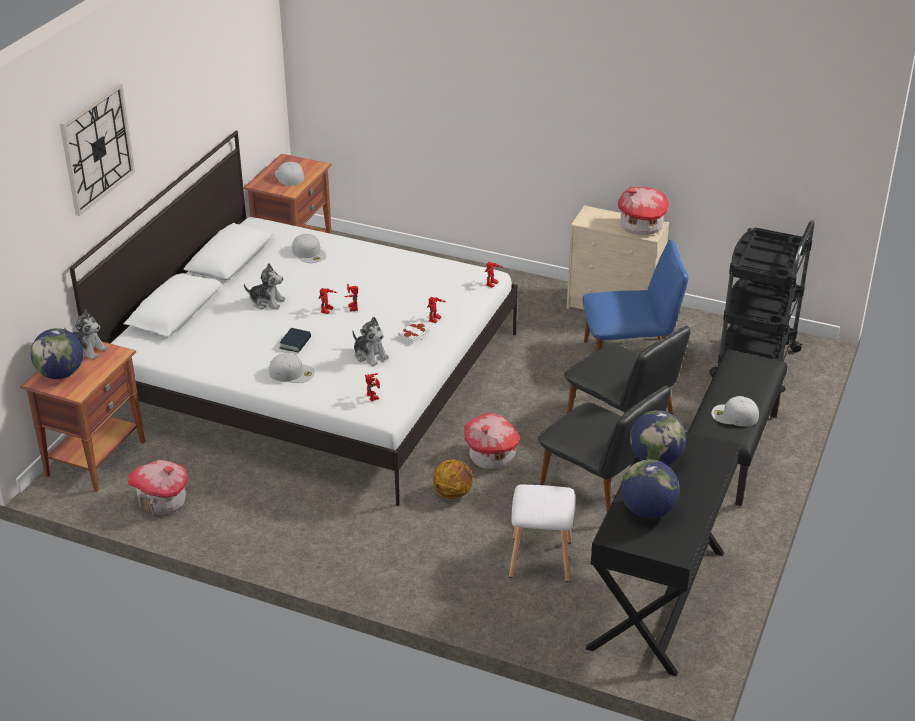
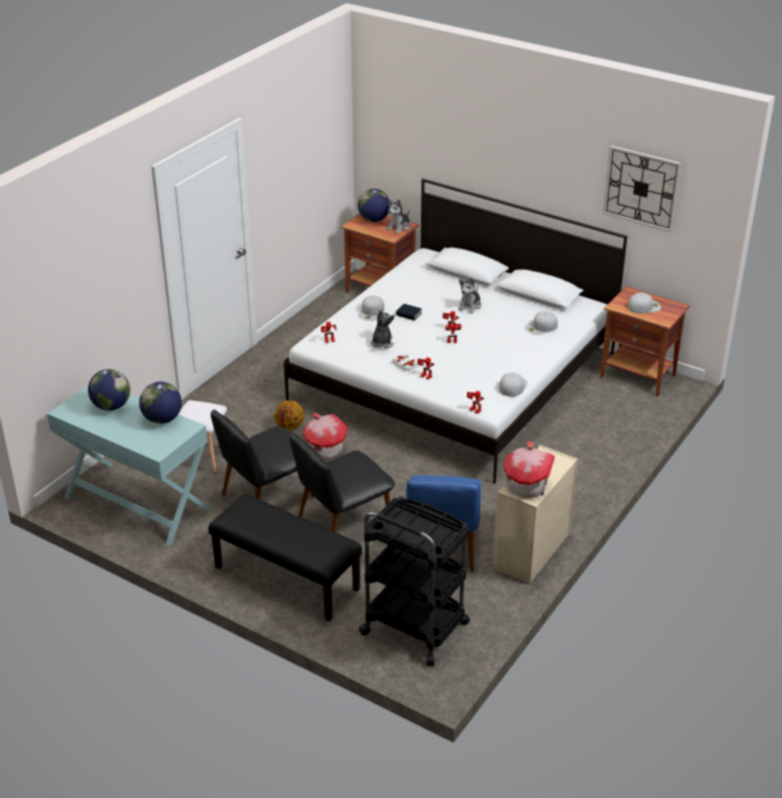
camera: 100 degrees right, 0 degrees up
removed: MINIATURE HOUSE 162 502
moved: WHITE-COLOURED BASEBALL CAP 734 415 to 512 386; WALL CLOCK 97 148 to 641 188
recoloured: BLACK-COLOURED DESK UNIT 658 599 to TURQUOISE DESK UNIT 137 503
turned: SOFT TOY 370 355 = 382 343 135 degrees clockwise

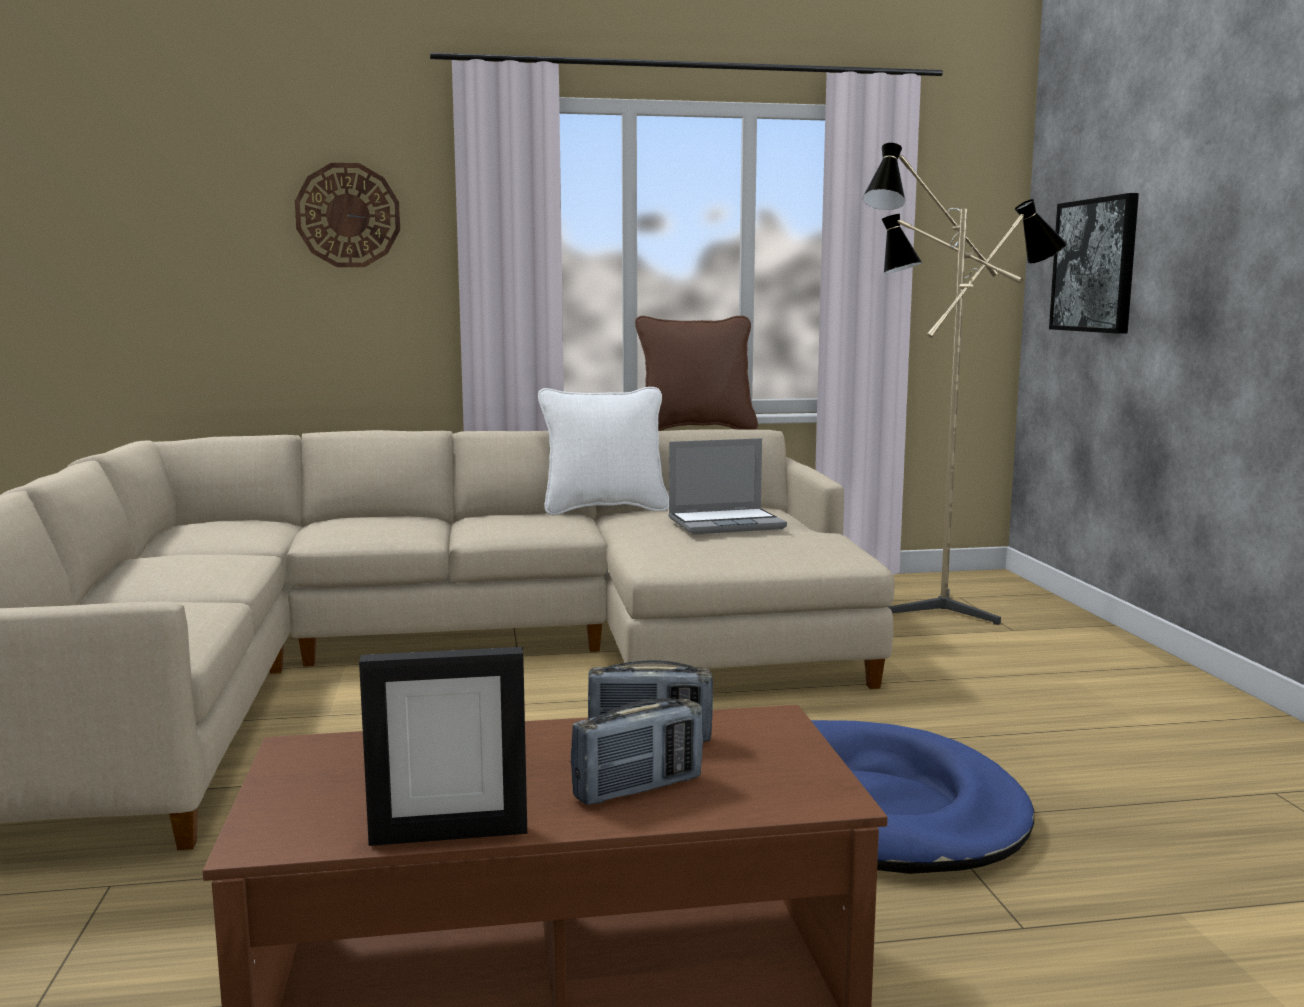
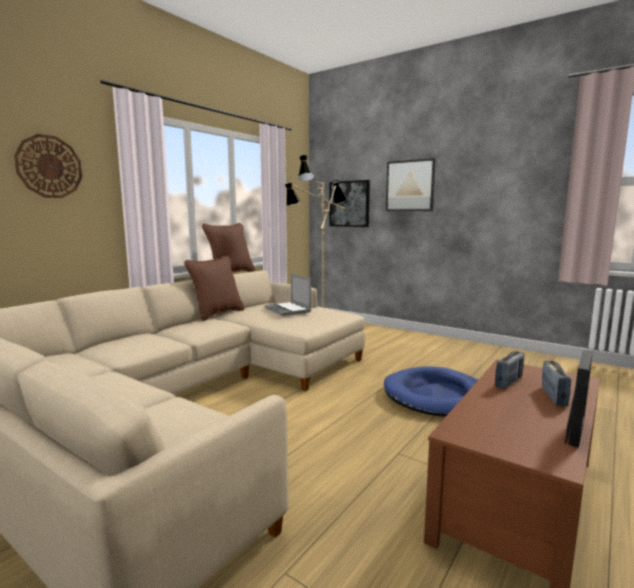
camera: 45 degrees left, 0 degrees up
added: WALL PICTURE 410 186
recoloured: WHITE-COLOURED CUSHION 604 509 to BROWN CUSHION 217 314
turned: PORTABLE COMPUTER 727 524 = 288 310 120 degrees clockwise

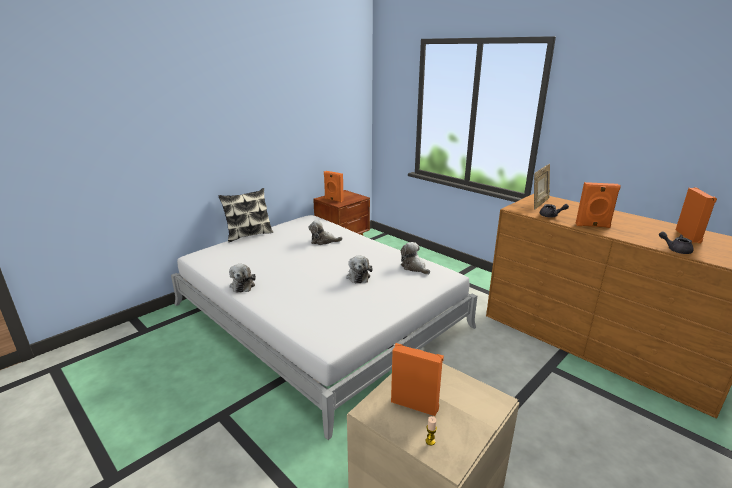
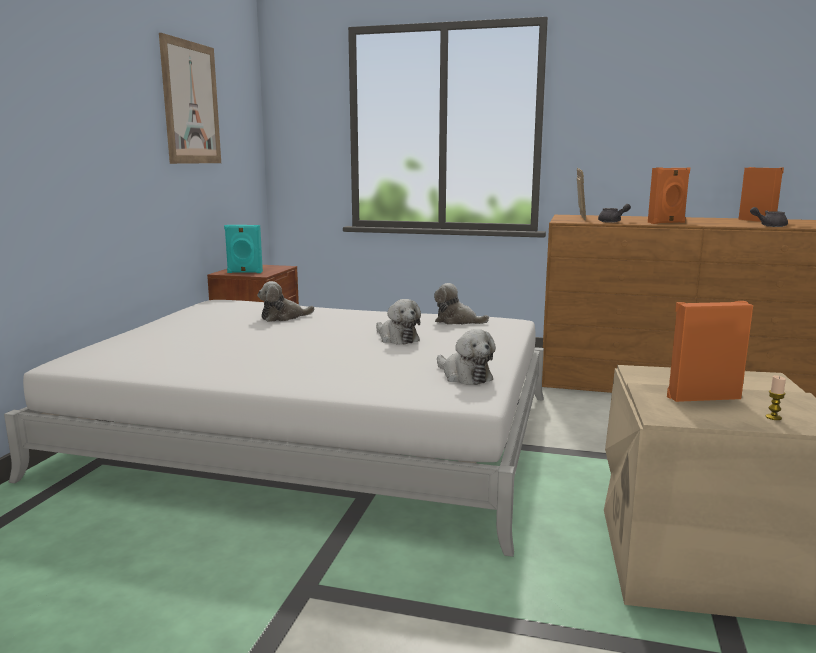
camera: 30 degrees left, 10 degrees down
removed: CUSHION 249 235
added: WALL PICTURE 191 103
moved: SOFT TOY 243 285 to 464 376
recoloured: ORANGE-COLOURED SPEAKER 333 200 to TURQUOISE SPEAKER 244 272

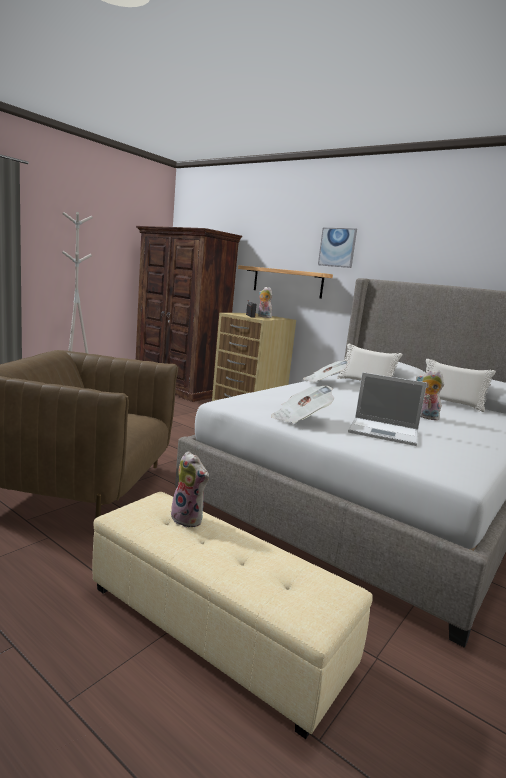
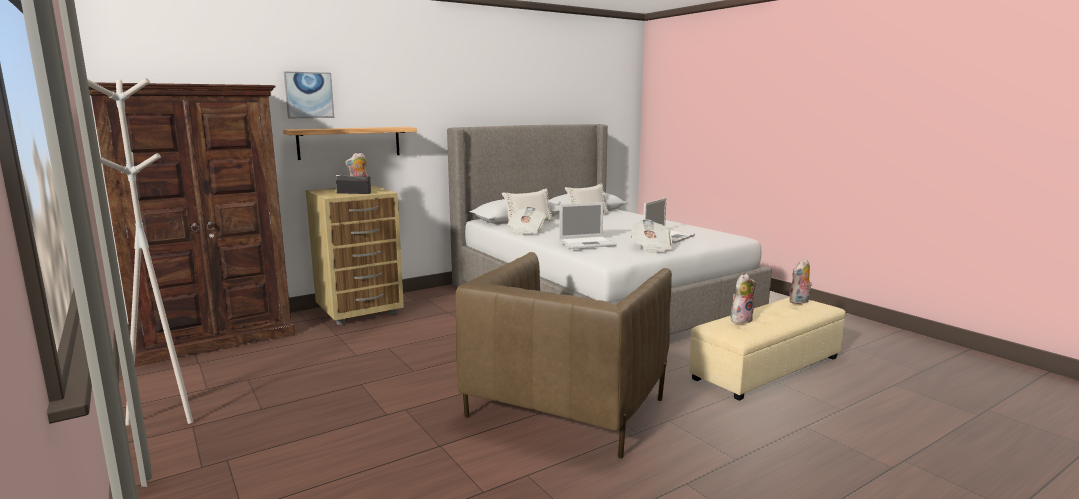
camera: 70 degrees left, 0 degrees up
added: PORTABLE COMPUTER 588 243
moved: WALL PICTURE 337 247 to 309 95; SOFT TOY 424 417 to 799 302

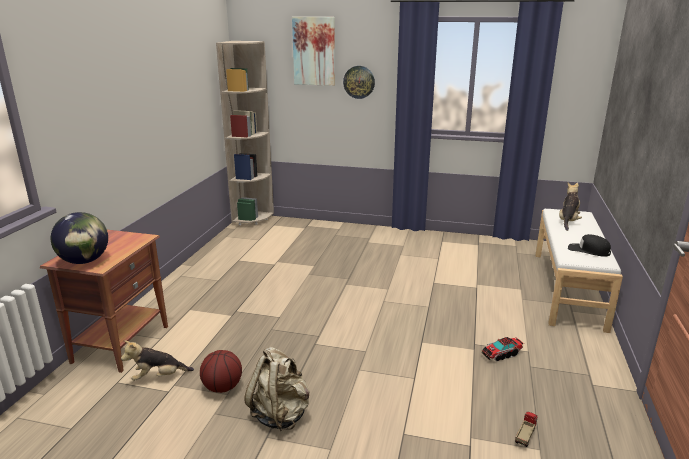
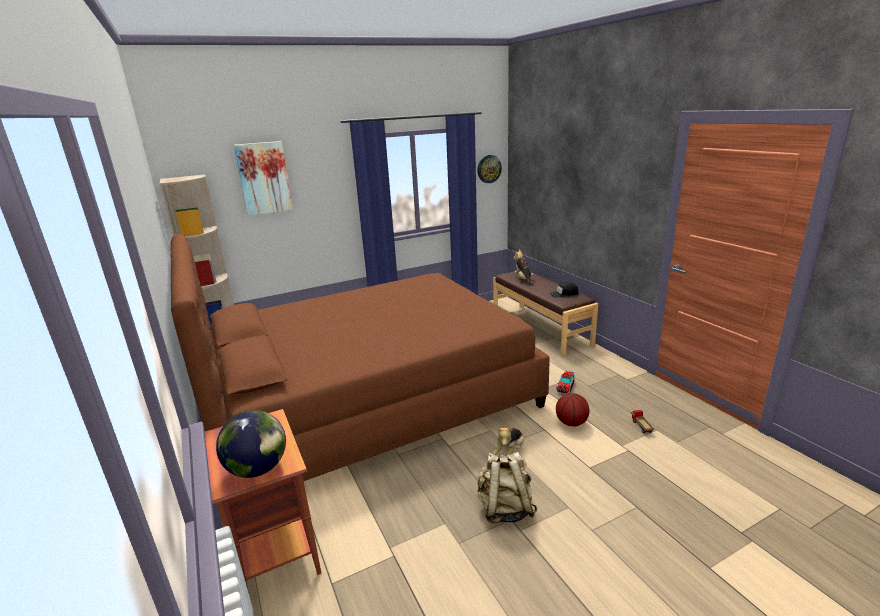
camera: 40 degrees left, 0 degrees up
added: BROWN BEDROOM BED 369 400
moved: WALL CLOCK 359 82 to 489 169; SOFT TOY 158 377 to 509 452; BALL FOR BASKETBALL 223 387 to 571 423
recoloured: WHITE-COLOURED BENCH 568 289 to BROWN BENCH 540 328

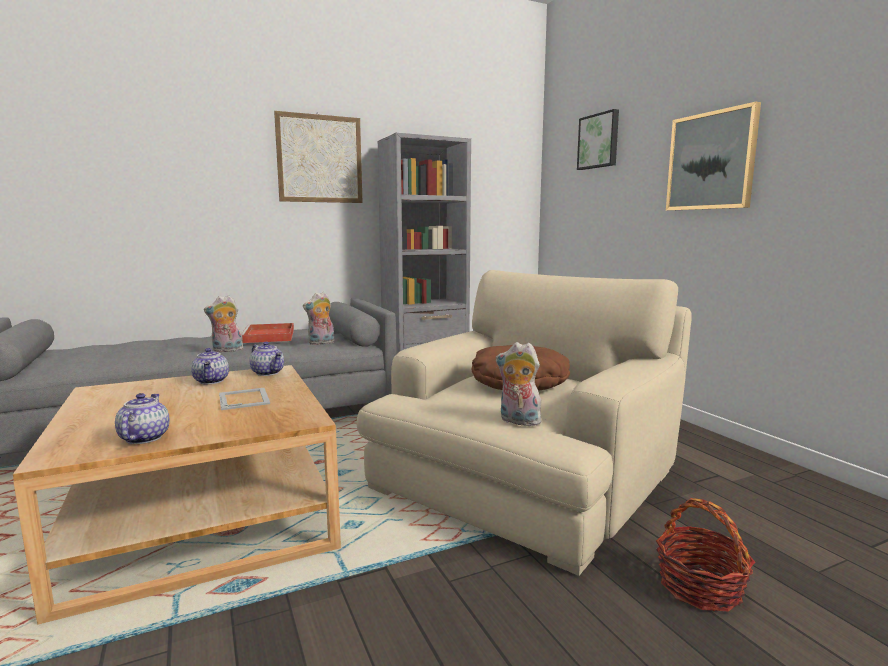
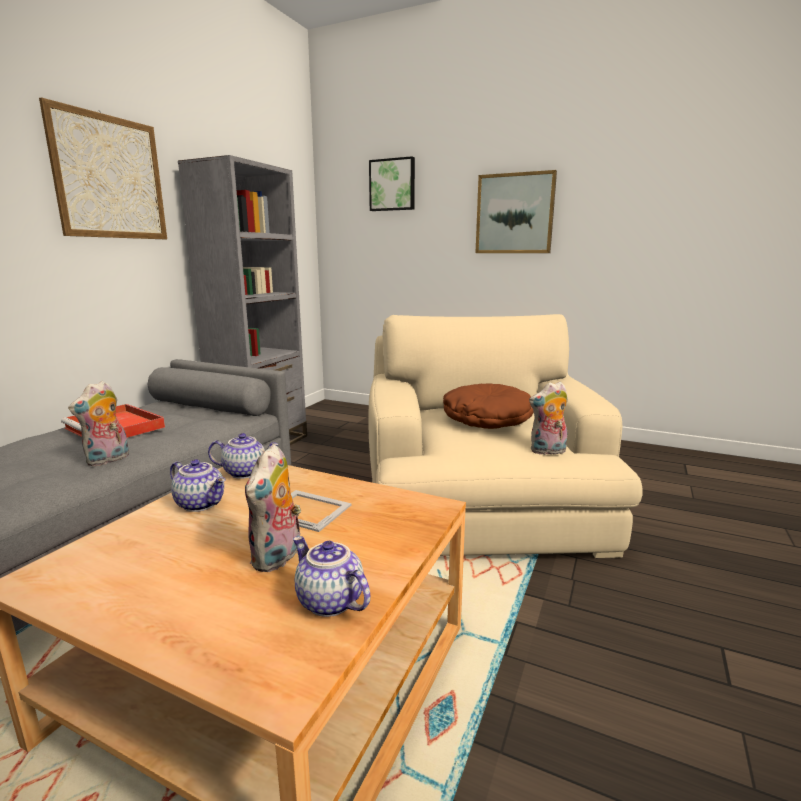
camera: 40 degrees left, 5 degrees up
removed: BASKET 700 587
moved: SOFT TOY 321 343 to 278 558

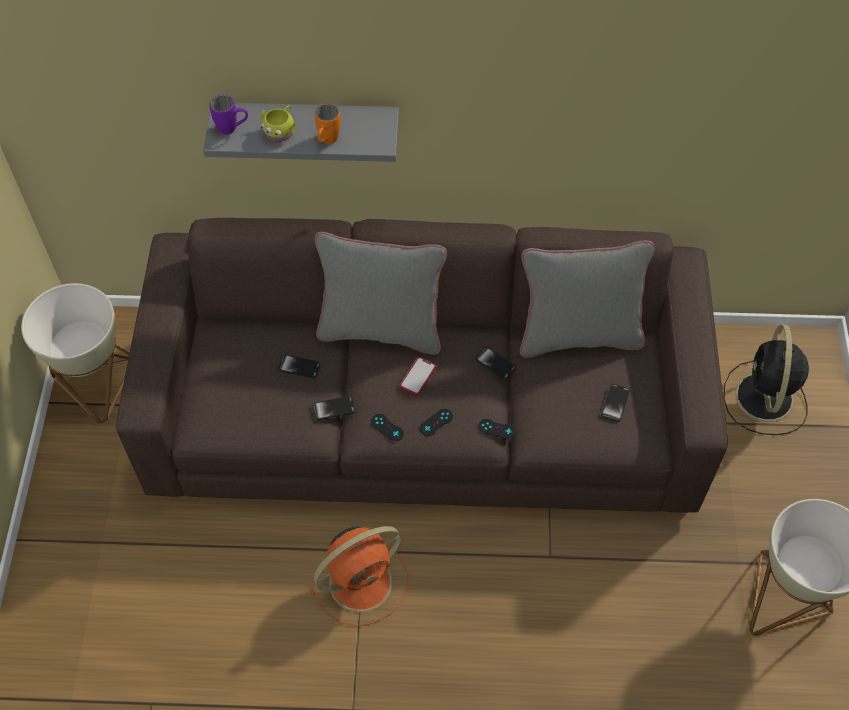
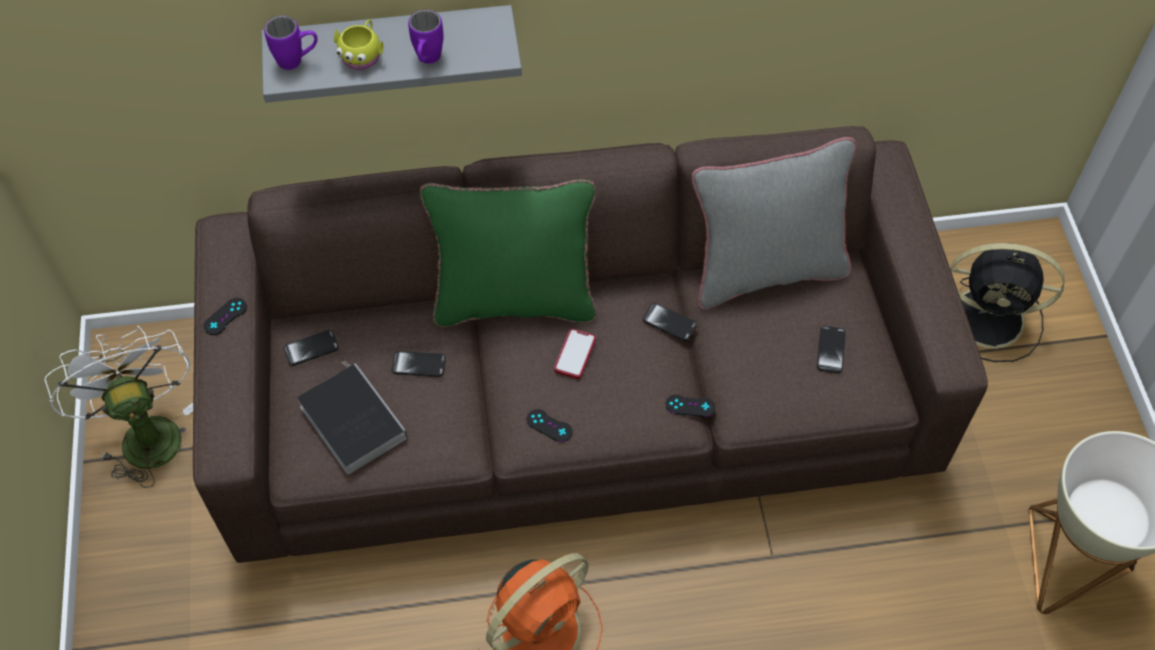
camera: 10 degrees left, 0 degrees up
added: VOLUME 350 420
moved: BLACK-COLOURED JOYPAD 436 422 to 225 316; TELEPHONE 333 408 to 311 348
replaced: PLANTER 97 388 to WHITE-COLOURED FAN 145 432
recoloured: ORANGE-COLOURED TEA MUG 327 141 to PURPLISH TEA MUG 427 61; GREY CUSHION 381 329 to GREENISH CUSHION 514 301
turned: BLACK-COLOURED FAN 764 399 = 991 318 75 degrees counterclockwise

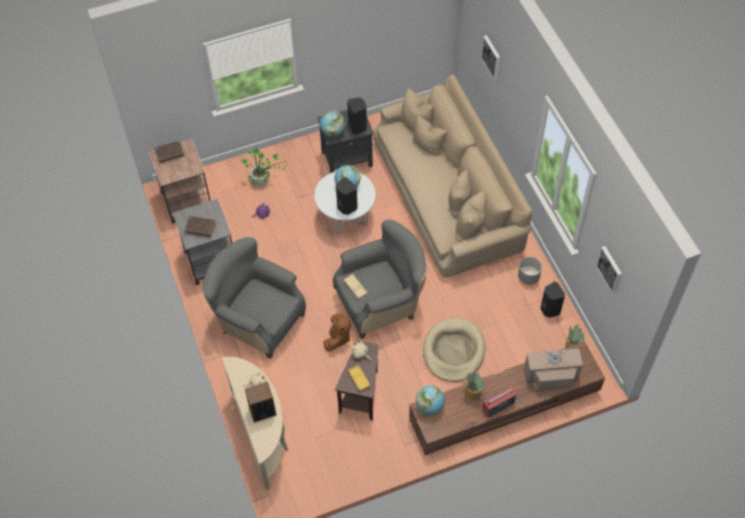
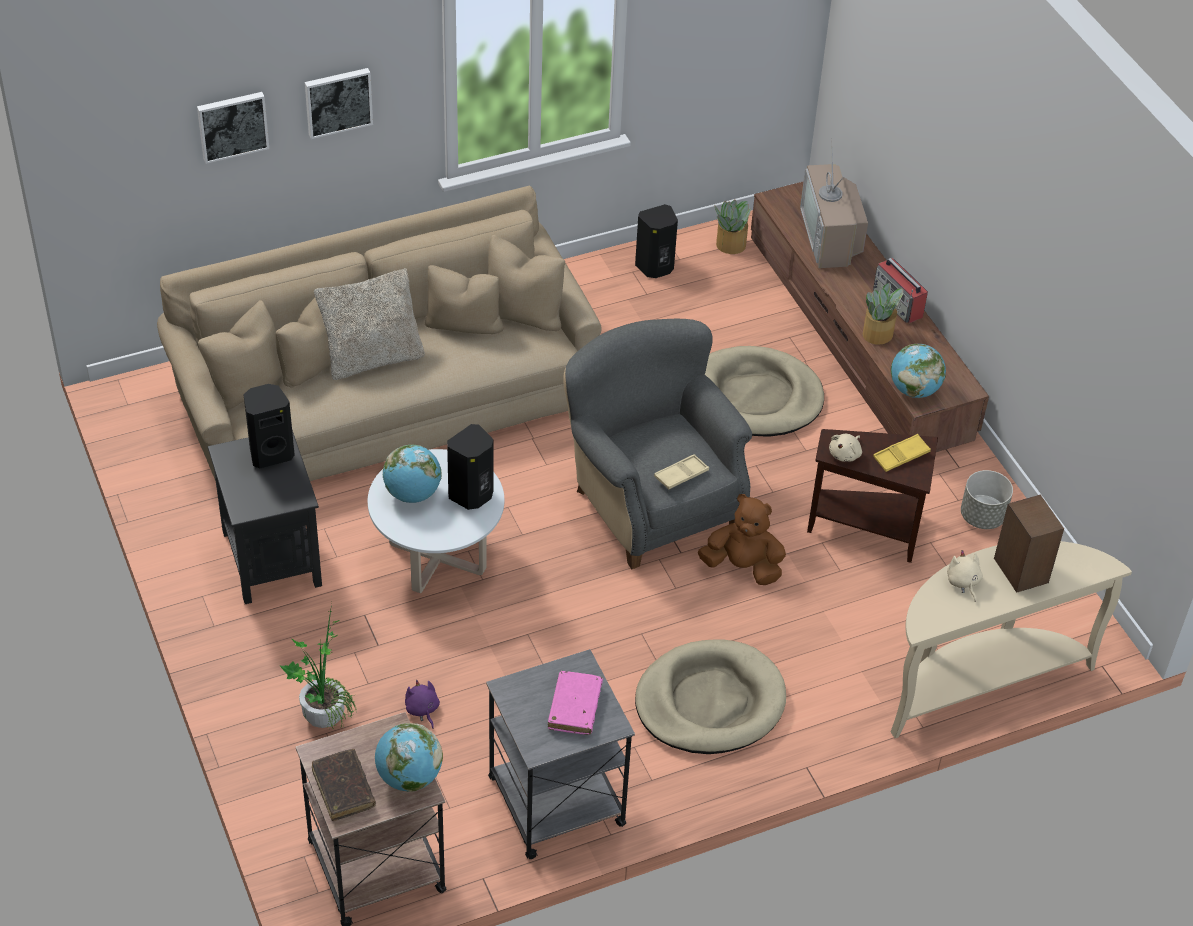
camera: 95 degrees left, 10 degrees down
added: BEIGE CUSHION 372 355
moved: WALL PICTURE 610 269 to 338 101; WORLD GLOBE 333 131 to 409 777; GREY PLANTER 528 277 to 982 516
replaced: GREY LOUNGE CHAIR 258 320 to BEIGE PET BED 709 702
recoloured: BROWN VOLUME 200 228 to PINK-COLOURED VOLUME 575 707

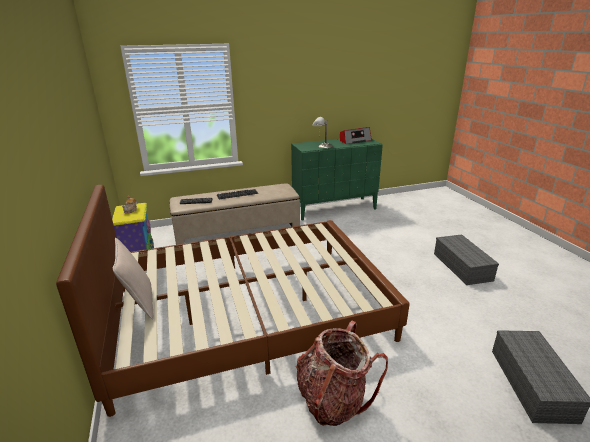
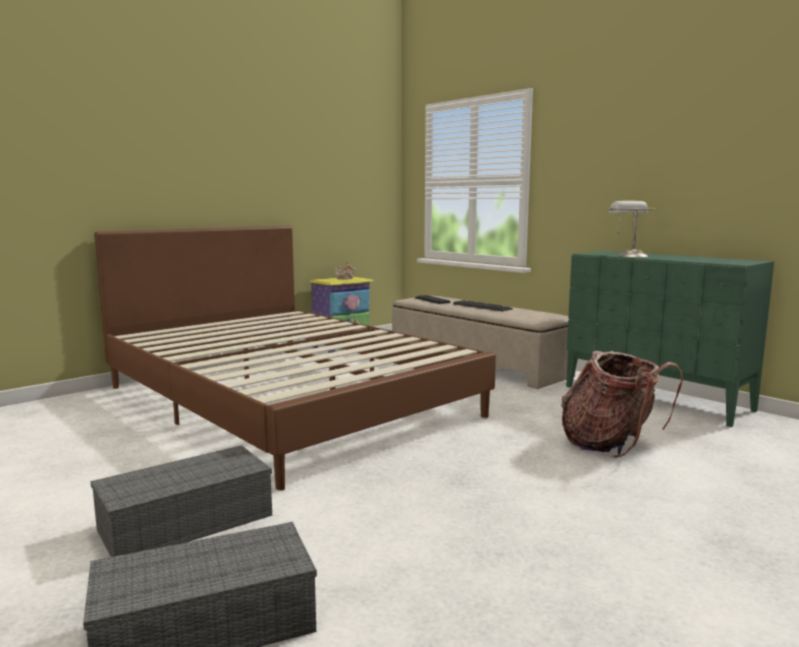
camera: 65 degrees right, 15 degrees down
removed: BEIGE CUSHION 140 303; RADIO 354 140
moved: GREY STORAGE BIN 463 267 to 184 524; BACKPACK 333 399 to 611 444

